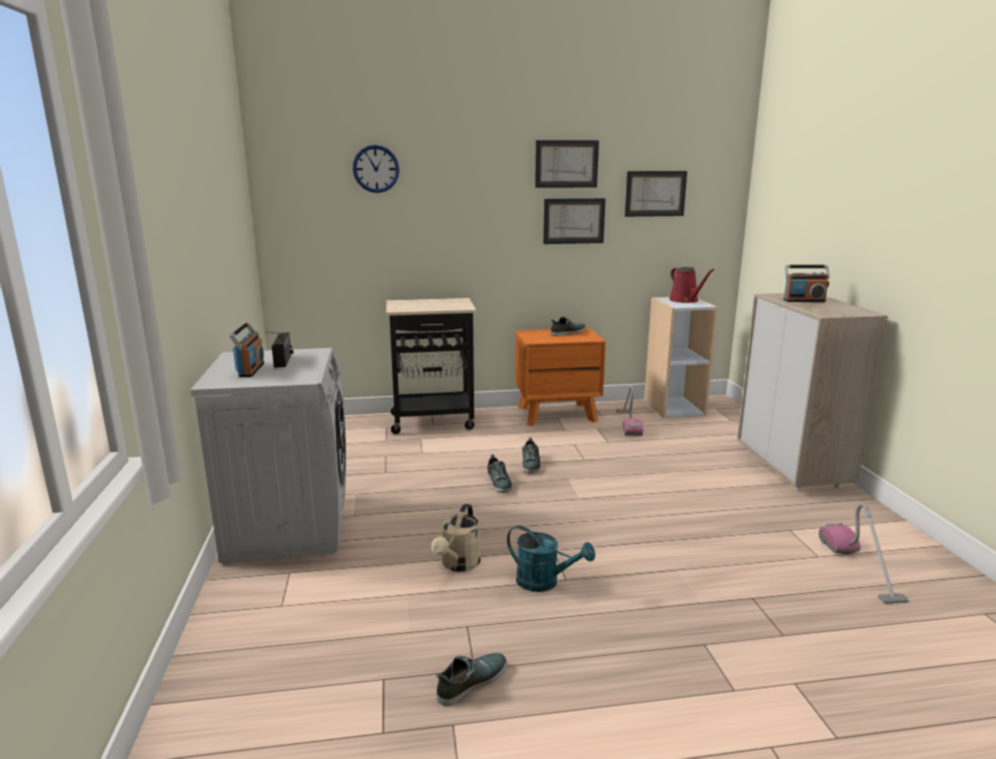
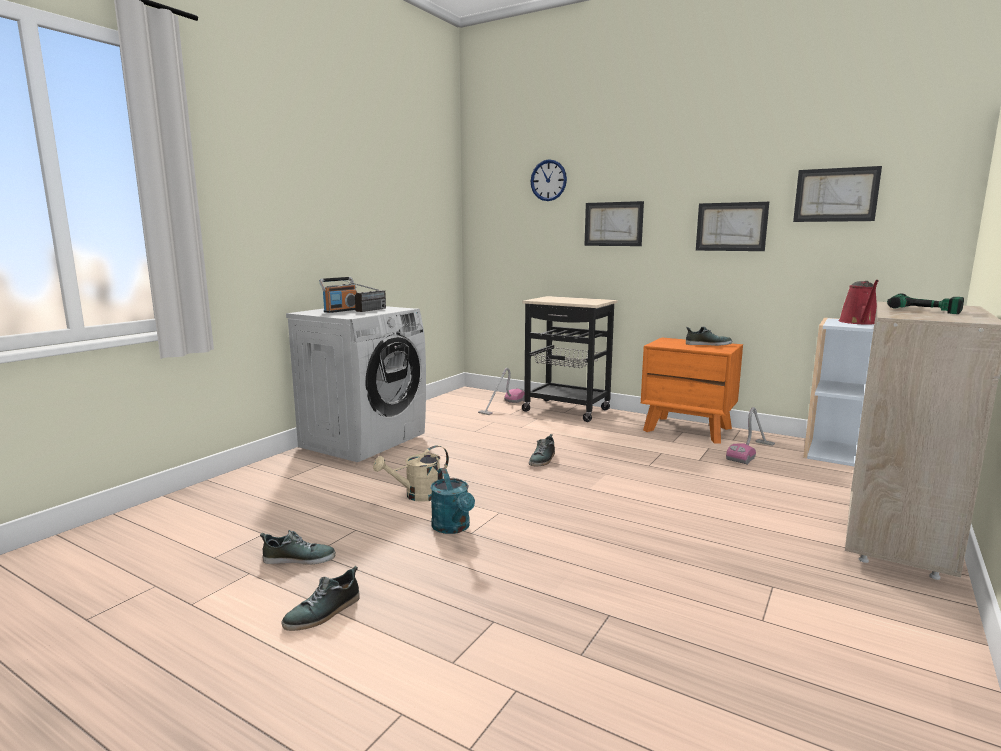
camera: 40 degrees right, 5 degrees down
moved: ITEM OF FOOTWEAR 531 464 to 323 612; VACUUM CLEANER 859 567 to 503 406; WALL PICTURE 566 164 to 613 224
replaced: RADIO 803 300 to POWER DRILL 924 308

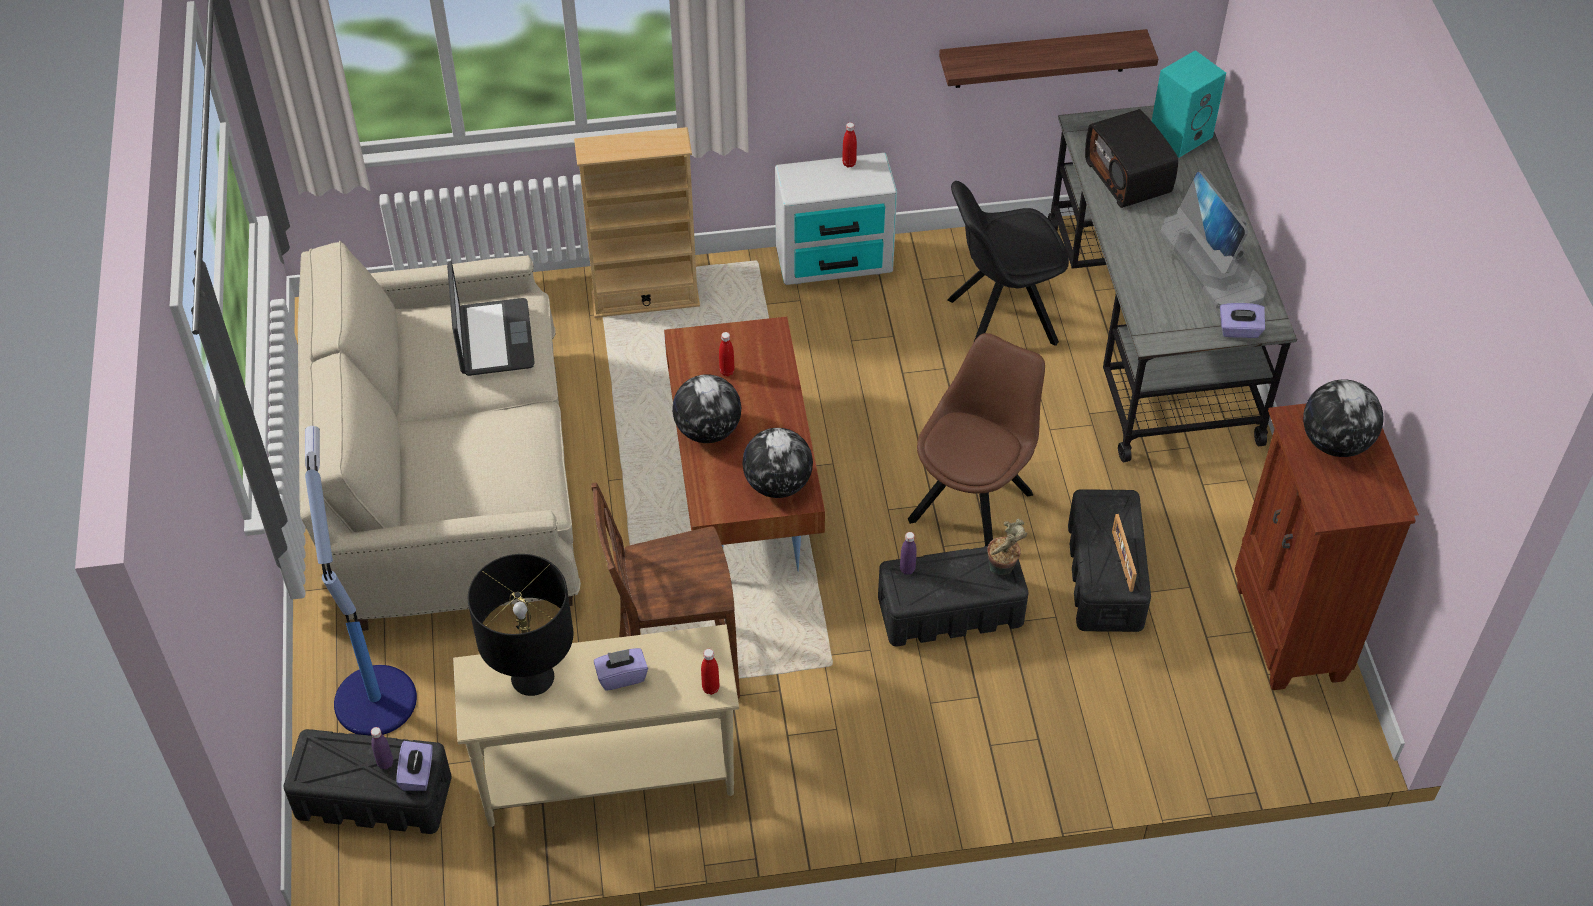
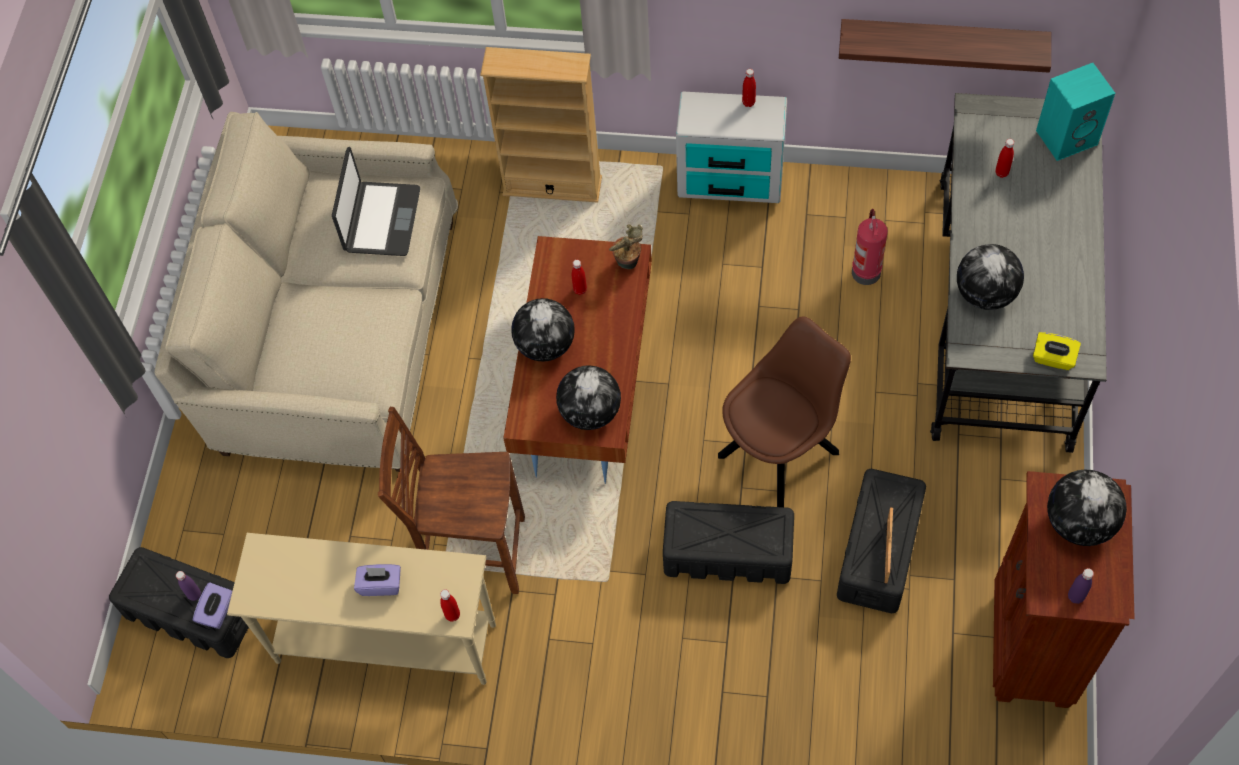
camera: 20 degrees right, 10 degrees up
removed: FLOOR LAMP 375 697; BLACK-COLOURED TABLE LAMP 533 680; COMPUTER DISPLAY 1213 262
added: WORLD GLOBE 985 294
moved: POTTED PLANT 1002 570 to 628 264; PURPLISH BEVERAGE BOTTLE 907 569 to 1075 596
replaced: BLACK-COLOURED PLAIN CHAIR 1000 320 to EXTINGUISHER 865 271; RADIO 1129 177 to RED-COLOURED BEVERAGE BOTTLE 1001 173
recoloured: PURPLISH TISSUE HOLDER 1239 330 to YELLOW-COLOURED TISSUE HOLDER 1053 358

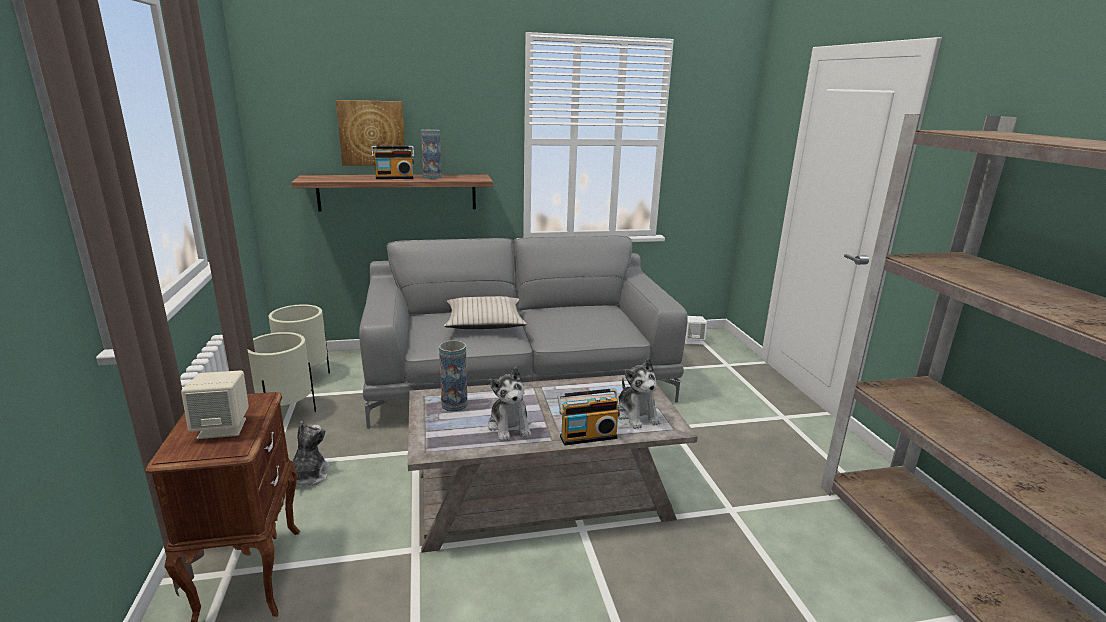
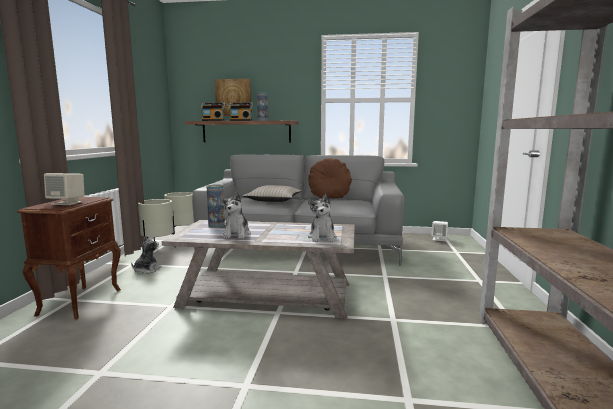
camera: 20 degrees right, 10 degrees down
added: BROWN CUSHION 329 198
moved: RADIO 587 436 to 213 120

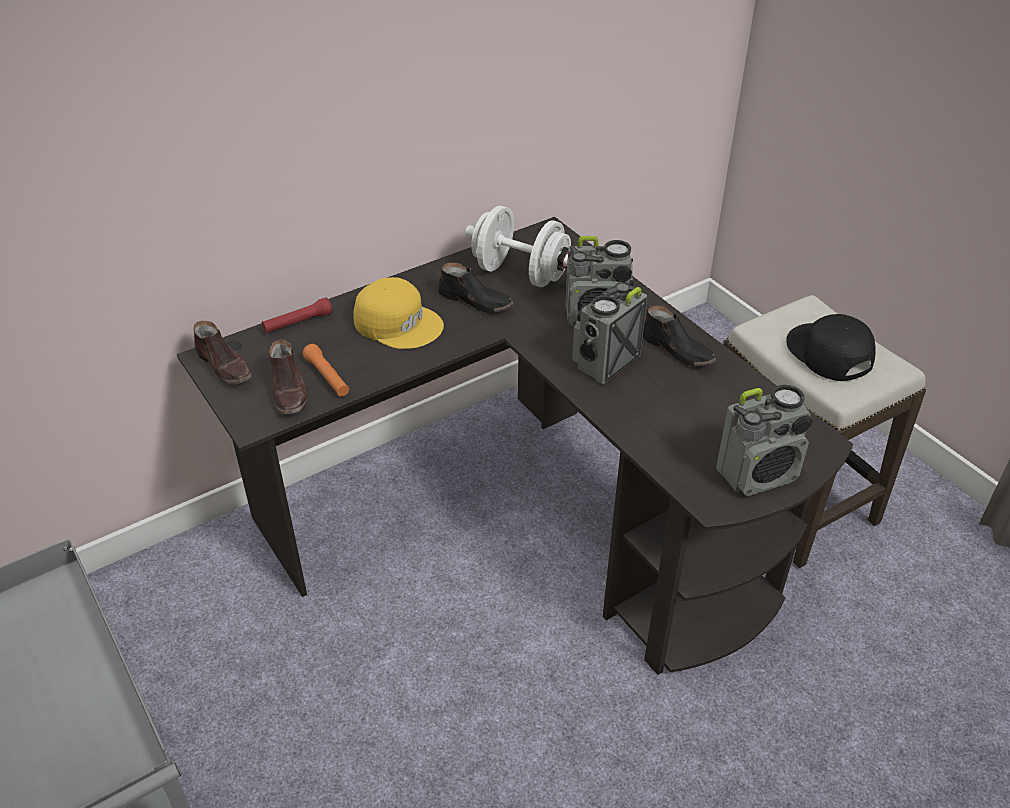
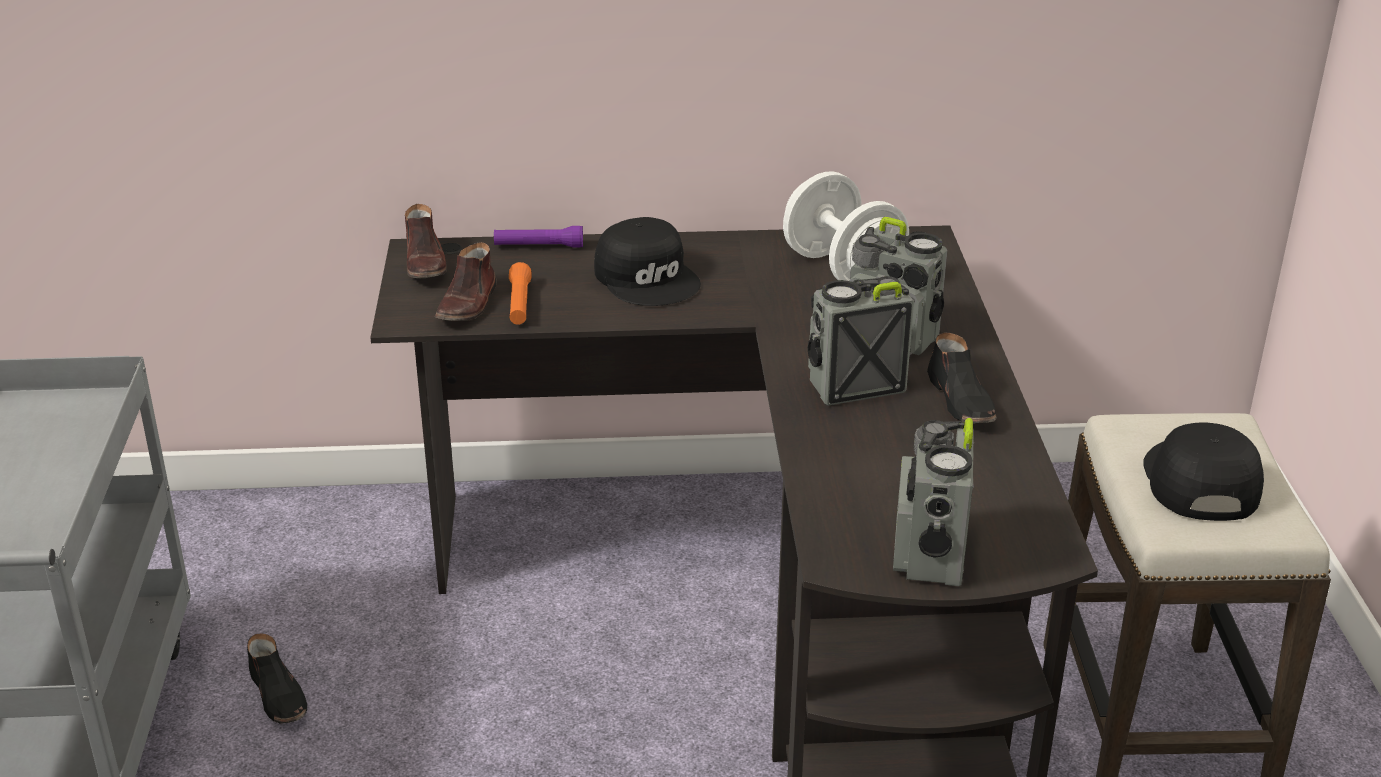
camera: 30 degrees right, 10 degrees down
moved: BLACK-COLOURED ITEM OF FOOTWEAR 476 301 to 279 695
recoloured: RED-COLOURED FLASHLIGHT 298 323 to PURPLISH FLASHLIGHT 539 246; YELLOW-COLOURED BASEBALL CAP 398 323 to BLACK-COLOURED BASEBALL CAP 648 277
turned: RADIO 758 474 = 928 555 90 degrees clockwise

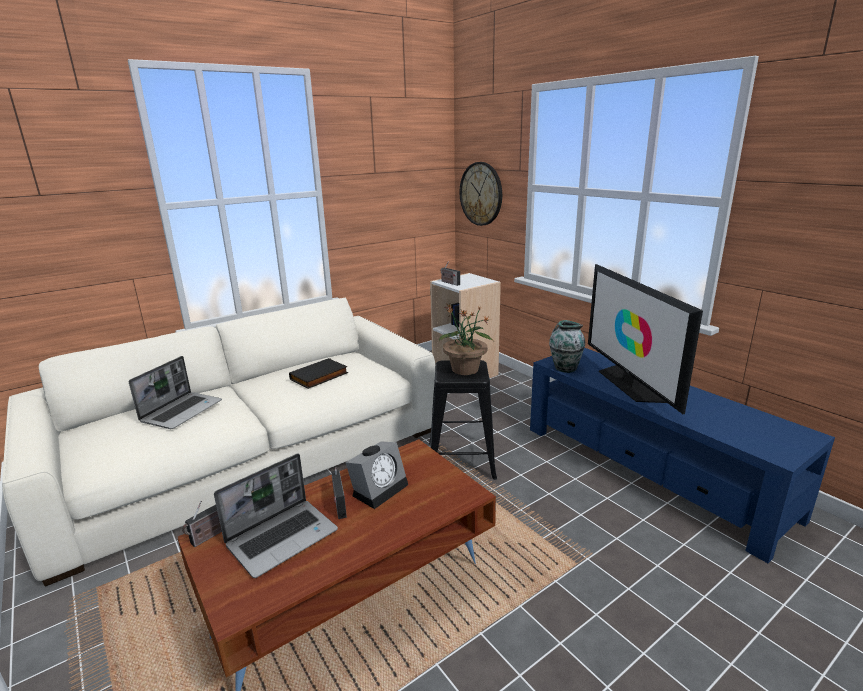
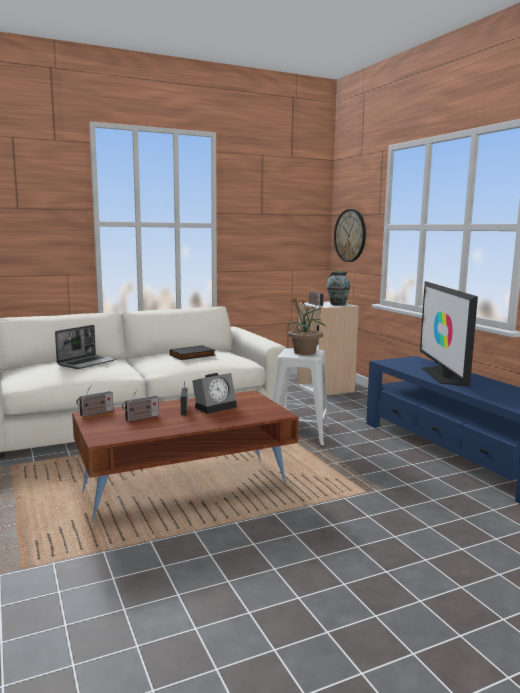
camera: 10 degrees right, 10 degrees down
moved: FLOWER VASE 564 368 to 337 304
replaced: PORTABLE COMPUTER 283 537 to RADIO 140 418
recoloured: BLACK-COLOURED SITTING STOOL 461 460 to WHITE-COLOURED SITTING STOOL 299 434

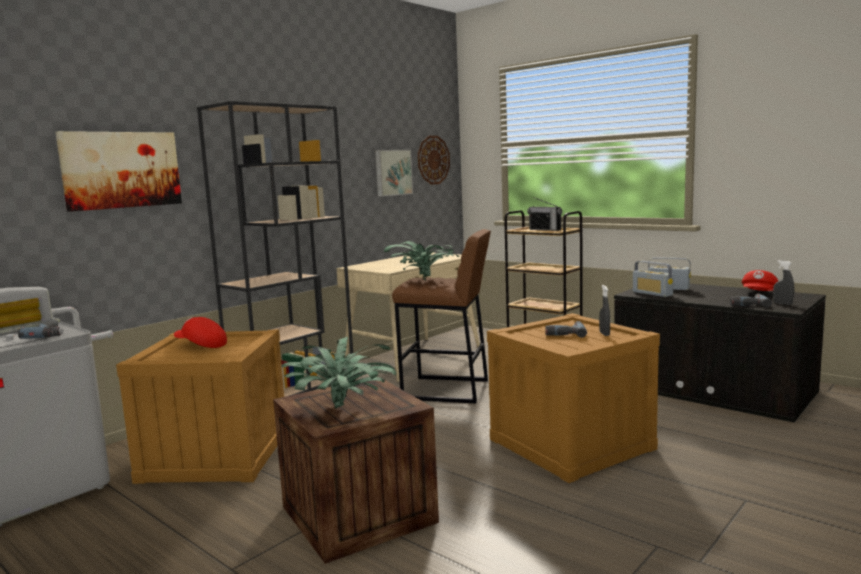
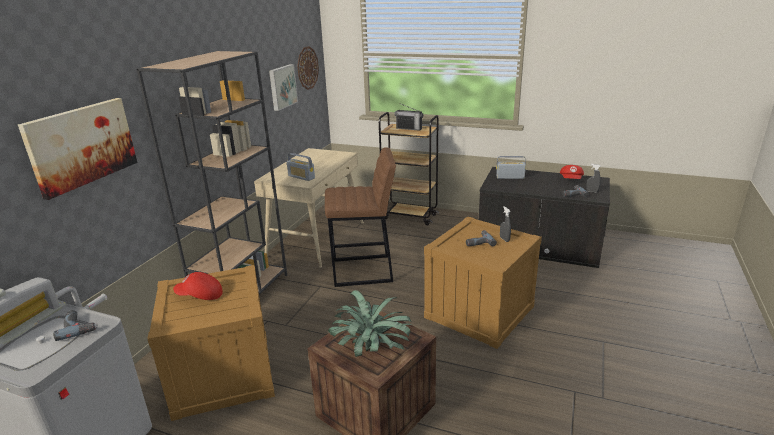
camera: 20 degrees left, 15 degrees up
removed: POTTED PLANT 424 280
moved: RADIO 652 293 to 301 177

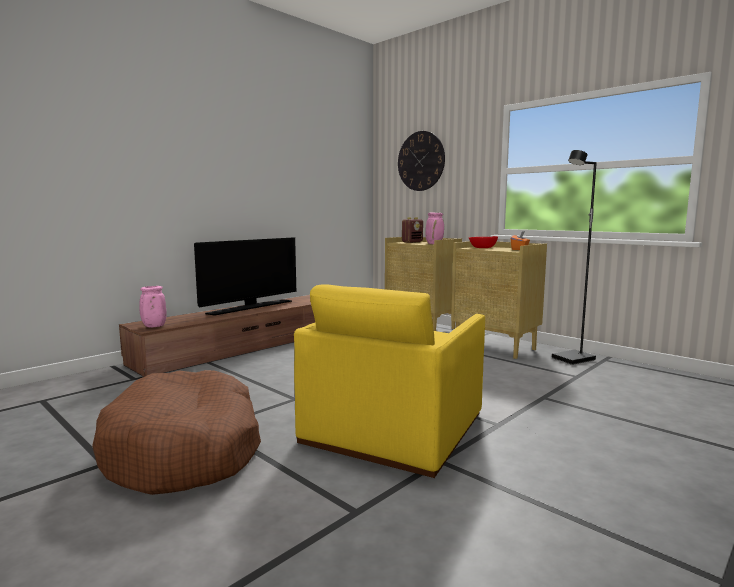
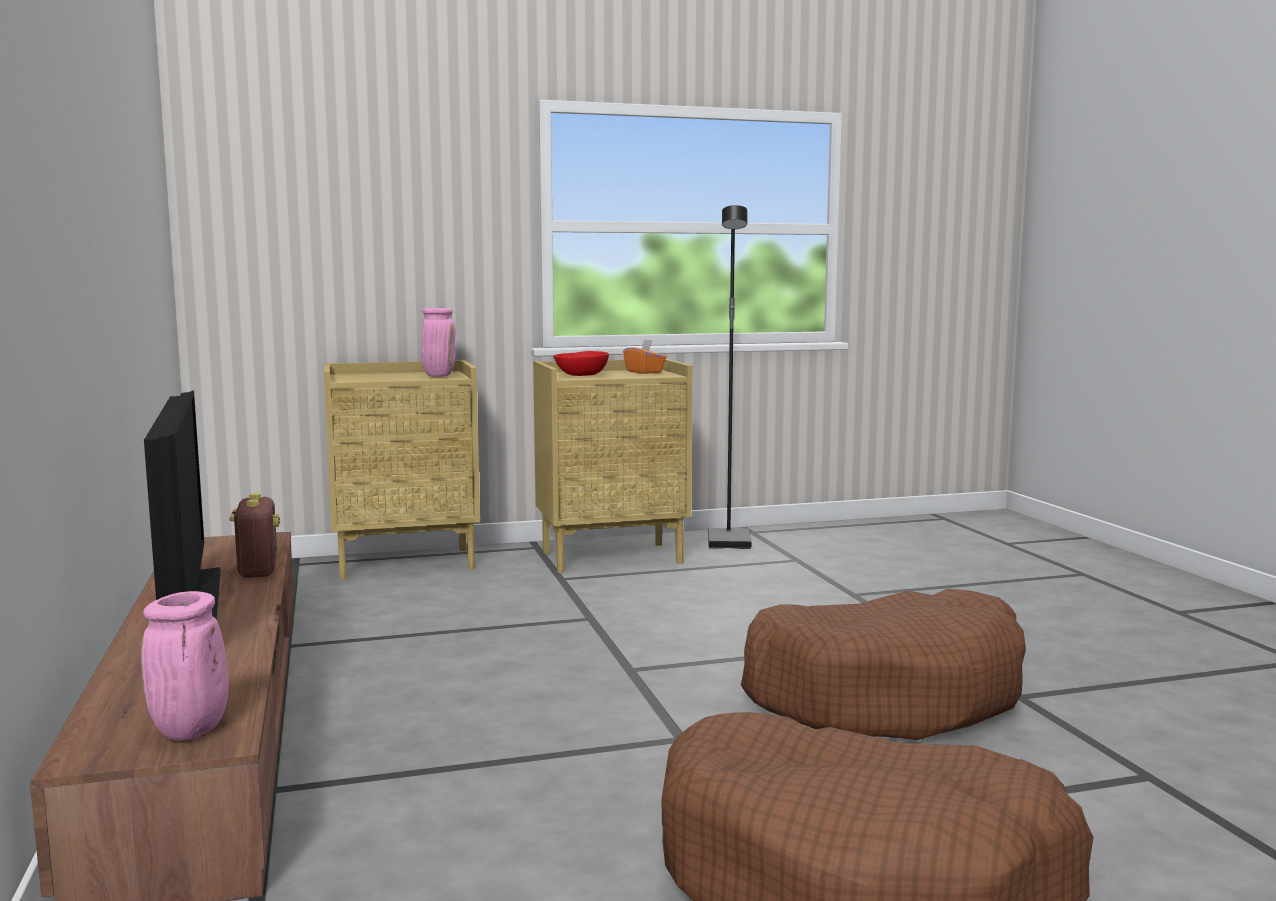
camera: 60 degrees left, 0 degrees up
removed: WALL CLOCK 421 161
moved: RADIO 412 242 to 258 570
replaced: YELLOW-COLOURED LOUNGE CHAIR 393 427 to BROWN PET BED 885 695

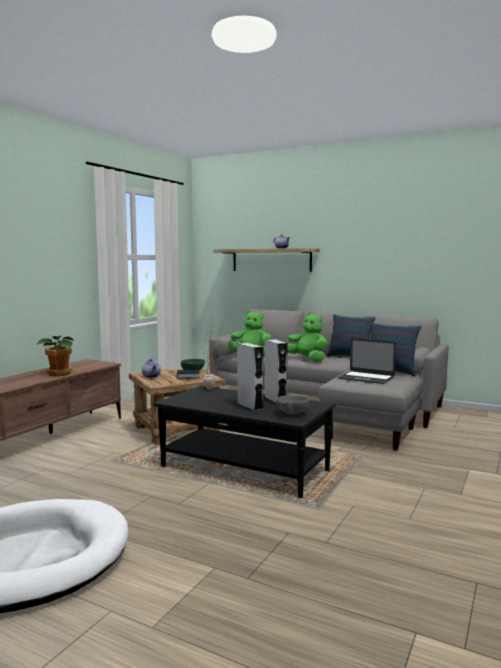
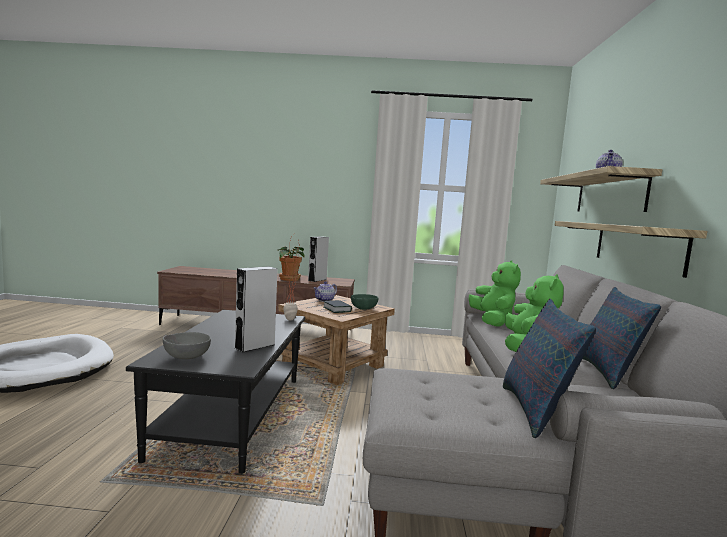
camera: 65 degrees right, 0 degrees up
removed: PORTABLE COMPUTER 366 378
added: SHELF 637 246
moved: GREY SPEAKER 250 406 to 317 280

